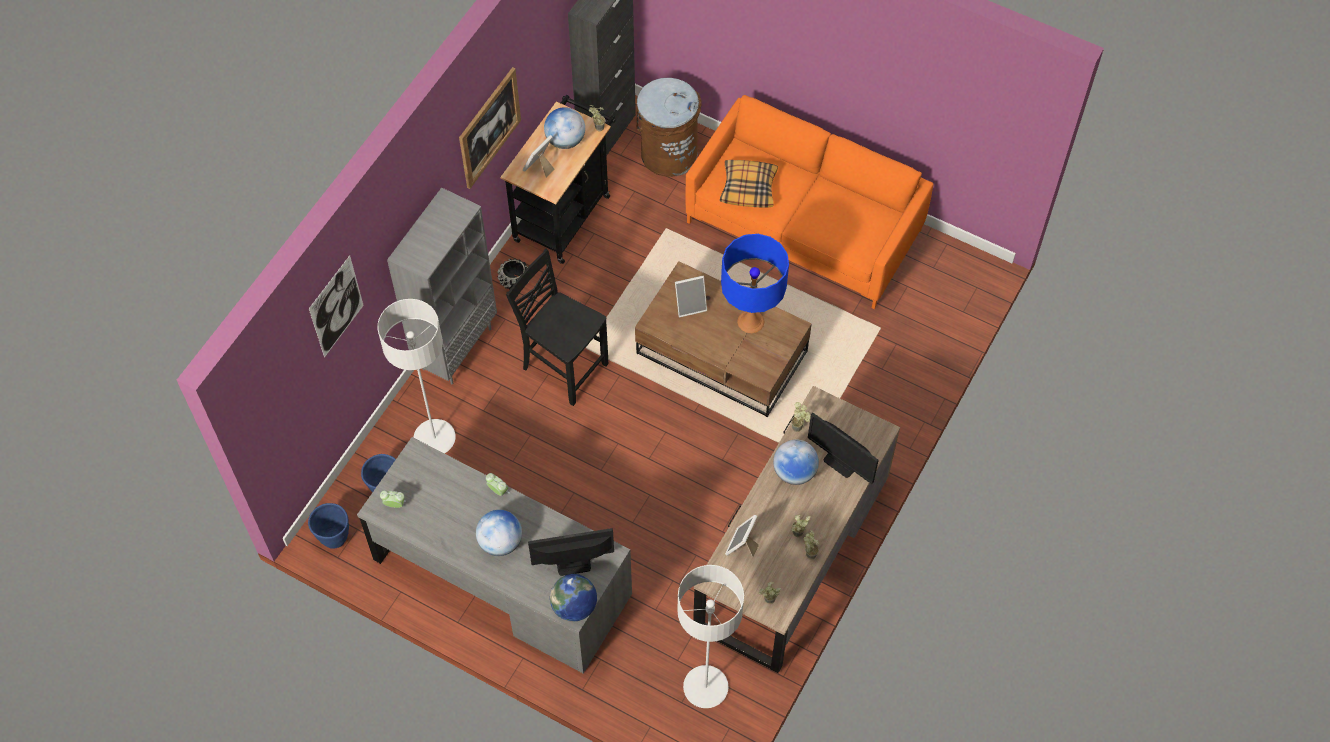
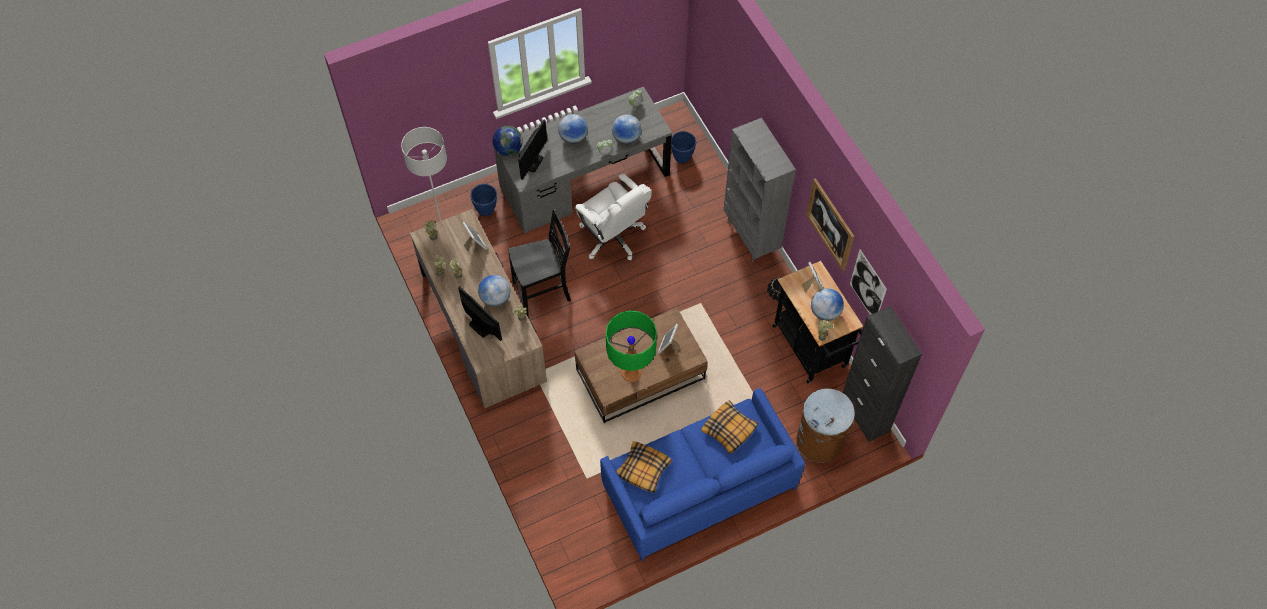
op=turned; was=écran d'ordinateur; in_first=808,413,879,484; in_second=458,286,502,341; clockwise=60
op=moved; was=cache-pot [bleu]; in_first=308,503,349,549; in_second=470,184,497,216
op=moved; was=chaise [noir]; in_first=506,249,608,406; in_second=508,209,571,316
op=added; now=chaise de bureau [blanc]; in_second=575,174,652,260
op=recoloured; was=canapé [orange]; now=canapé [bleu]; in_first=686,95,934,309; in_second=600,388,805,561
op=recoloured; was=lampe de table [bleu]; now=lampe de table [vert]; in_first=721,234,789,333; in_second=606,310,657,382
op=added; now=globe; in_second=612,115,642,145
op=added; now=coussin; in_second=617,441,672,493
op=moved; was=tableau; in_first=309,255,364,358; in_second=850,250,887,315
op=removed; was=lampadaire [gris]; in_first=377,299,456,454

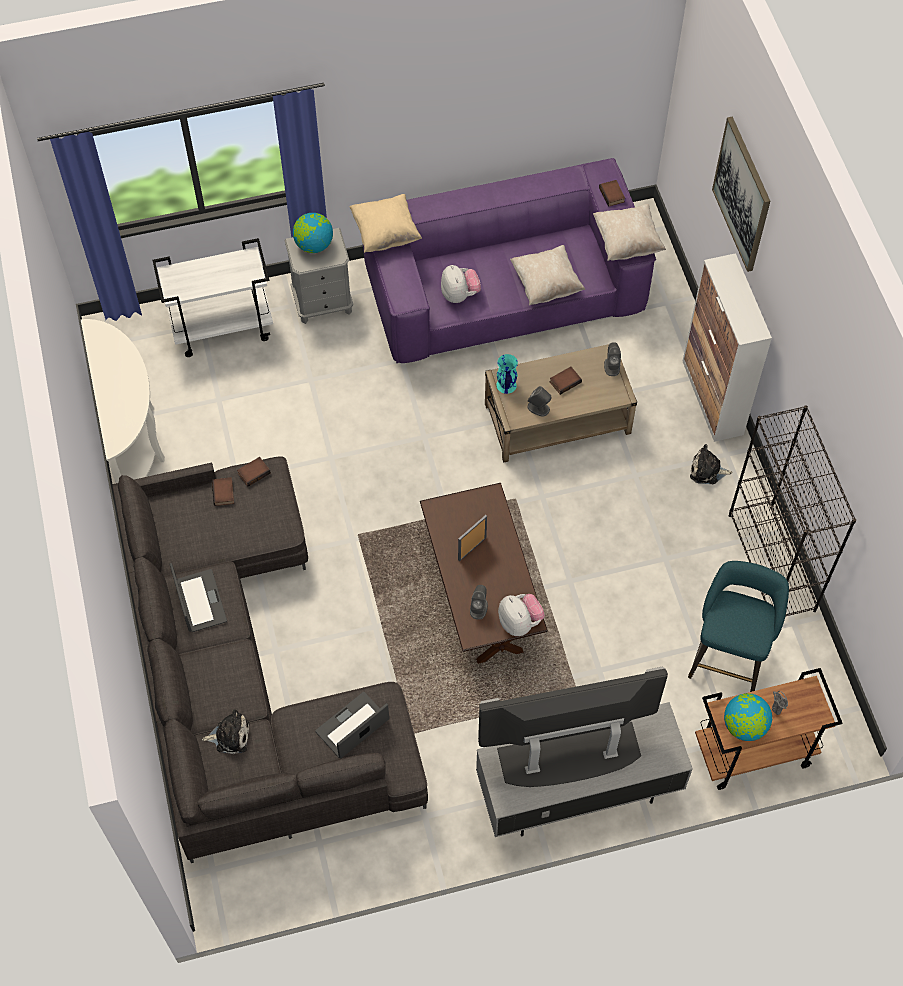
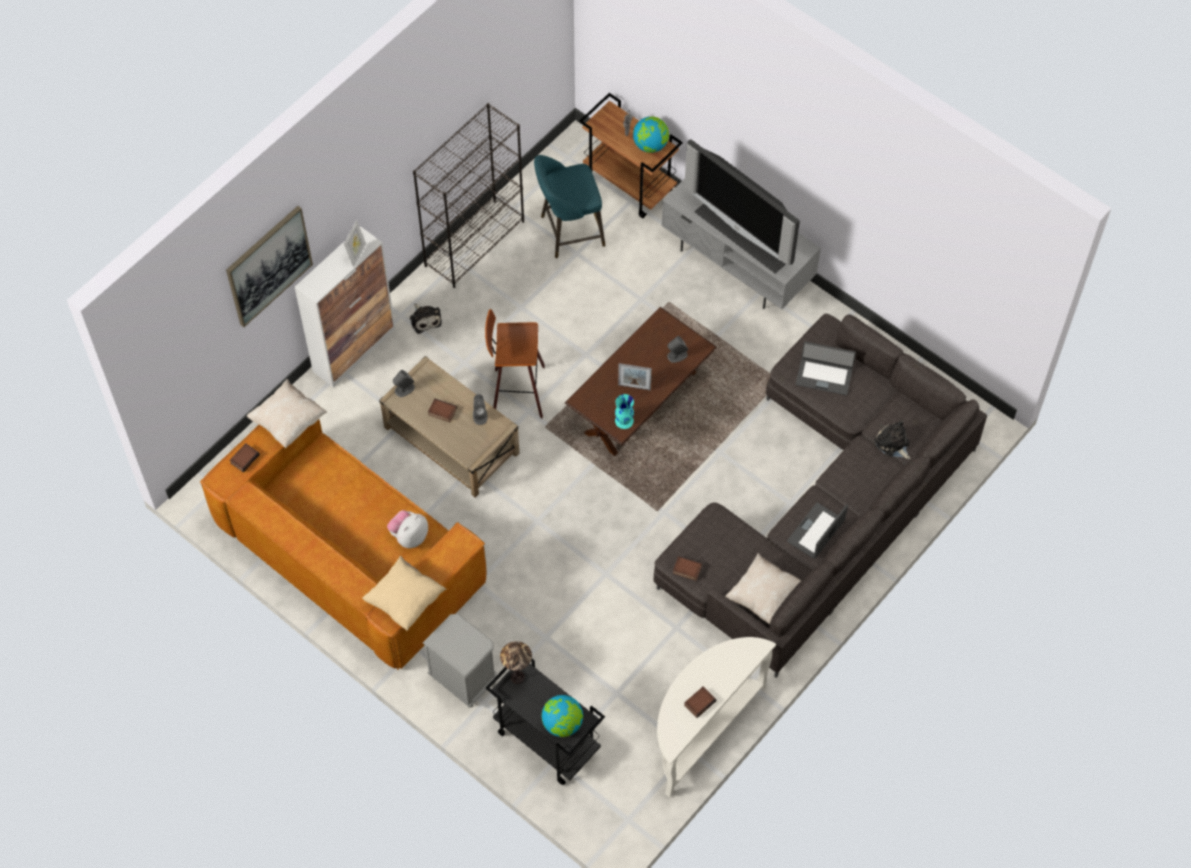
op=recoloured; was=canapé [violet]; now=canapé [marron]; in_first=363,158,656,363; in_second=200,420,486,670
op=added; now=cadre photo; in_second=344,220,366,267
op=added; now=tabouret; in_second=485,309,545,419
op=recoloured; was=chariot [blanc]; now=chariot [noir]; in_first=152,238,273,357; in_second=486,659,605,785
op=added; now=lampe de table; in_second=500,641,532,684
op=moved; was=globe; in_first=293,213,333,253; in_second=541,695,583,737
op=moved; was=vase [turquoise]; in_first=496,354,518,394; in_second=615,394,634,429
op=moved; was=livre; in_first=212,477,234,506; in_second=684,686,717,718
op=moved; was=coussin [beige]; in_first=510,245,585,305; in_second=725,553,801,624
op=removed; was=peluche; in_first=498,594,545,636

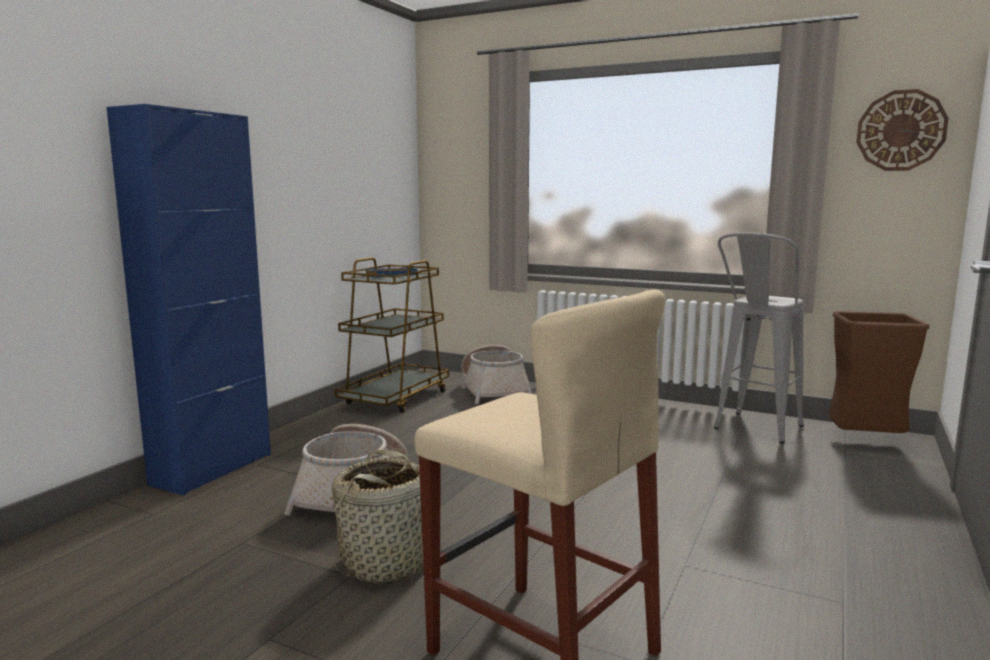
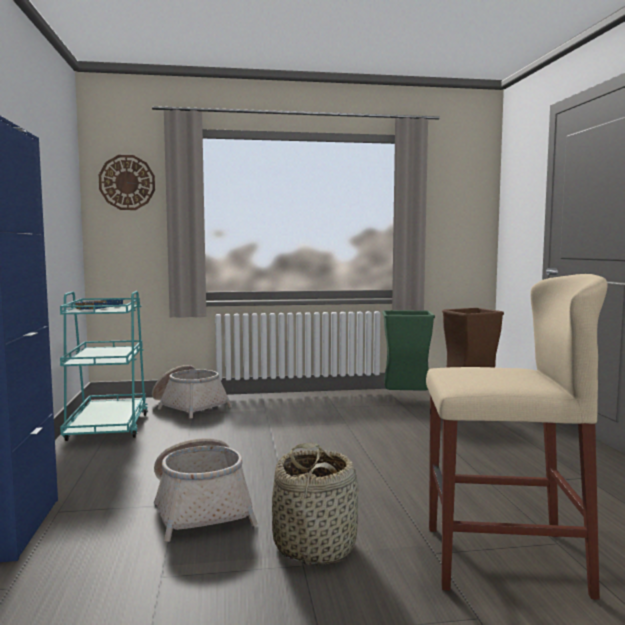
op=recoloured; was=chariot [marron]; now=chariot [turquoise]; in_first=334,257,449,413; in_second=60,291,148,441
op=moved; was=horloge murale; in_first=856,89,949,171; in_second=99,155,155,210
op=replaced; was=tabouret [gris]; now=poubelle [vert]; in_first=714,233,804,444; in_second=382,310,435,391

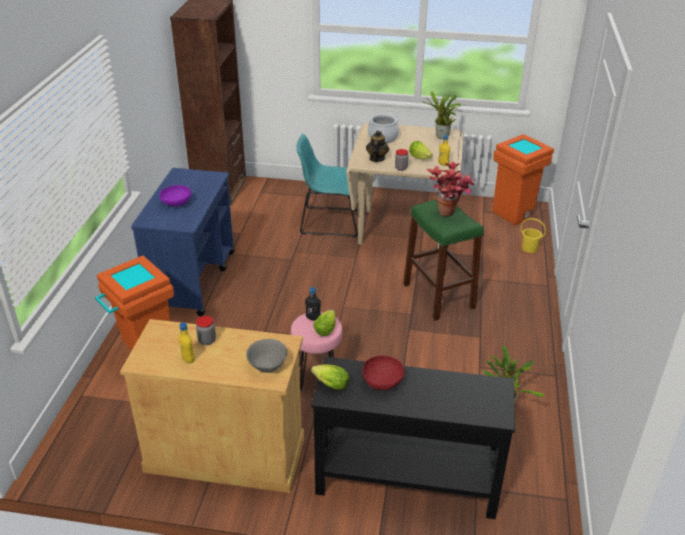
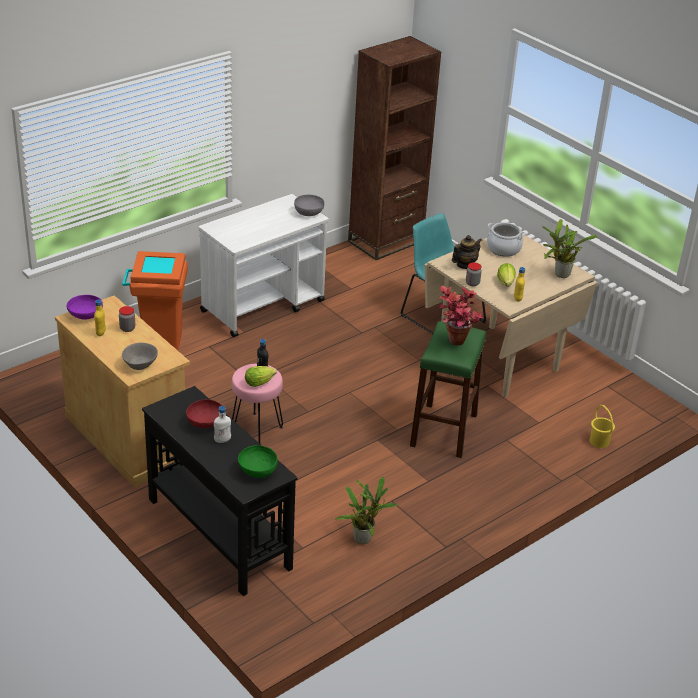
op=moved; was=bol [violet]; in_first=159,185,191,206; in_second=66,295,103,319
op=recoloured; was=chariot [bleu]; now=chariot [blanc]; in_first=131,168,235,316; in_second=199,194,329,337
op=added; now=bouteille [blanc]; in_second=214,406,231,443
op=added; now=bol [vert]; in_second=238,445,278,478
op=added; now=bol [gris]; in_second=294,195,324,216
op=removed; was=laitue; in_first=311,364,349,390
op=removed; was=poubelle [orange]; in_first=492,134,554,225

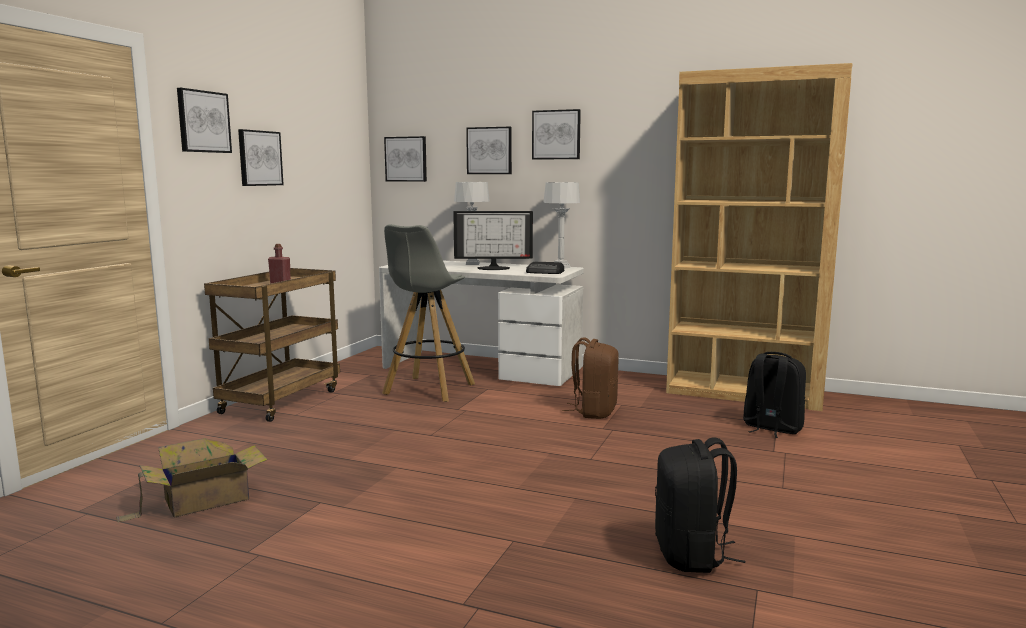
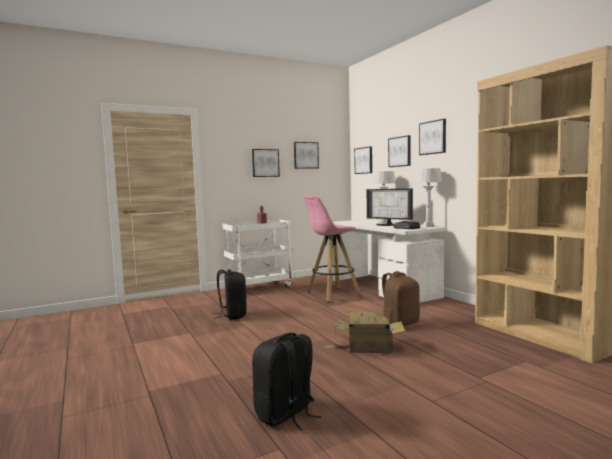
op=moved; was=sac à dos [noir]; in_first=743,352,806,438; in_second=213,269,247,320
op=recoloured; was=chariot [marron]; now=chariot [blanc]; in_first=204,268,340,422; in_second=223,220,295,288
op=moved; was=tableau; in_first=177,88,232,153; in_second=294,142,319,169
op=recoloured; was=tabouret [gris]; now=tabouret [rose]; in_first=382,224,475,402; in_second=304,195,362,302
op=moved; was=carton; in_first=116,438,268,523; in_second=323,311,405,353

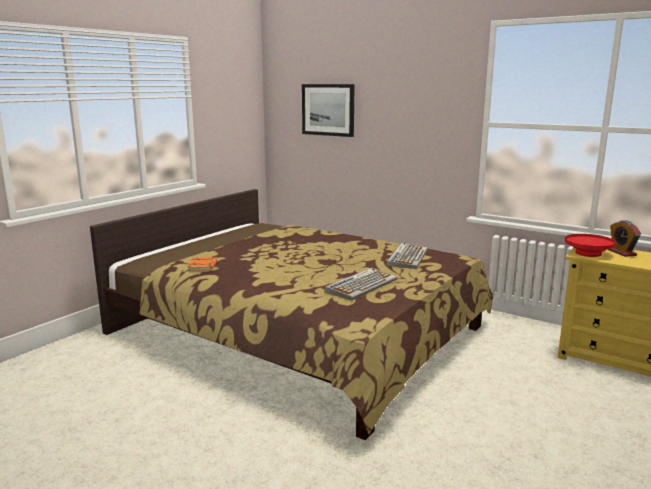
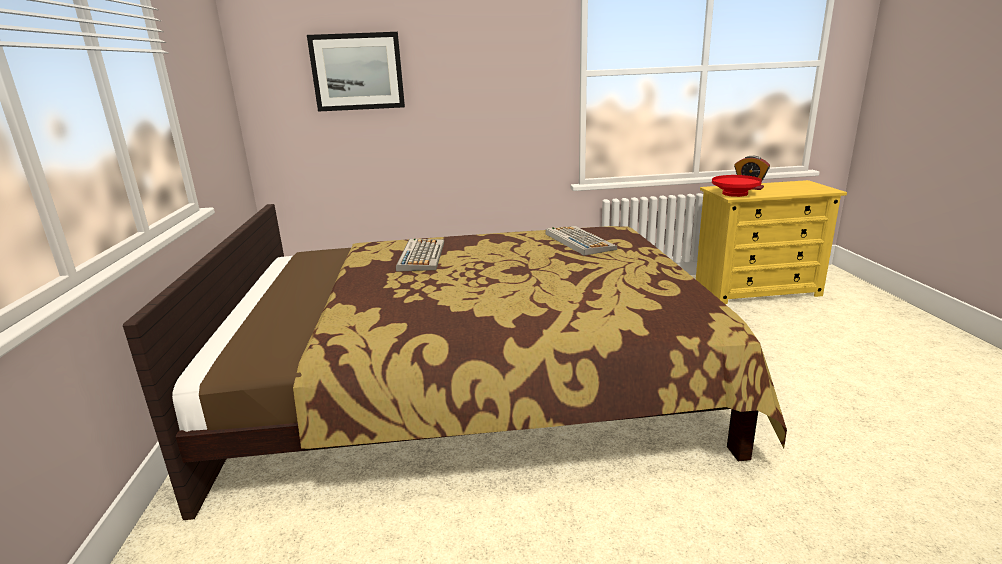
op=moved; was=clavier; in_first=324,268,397,300; in_second=396,239,444,272
op=removed; was=livre [orange]; in_first=187,257,217,271

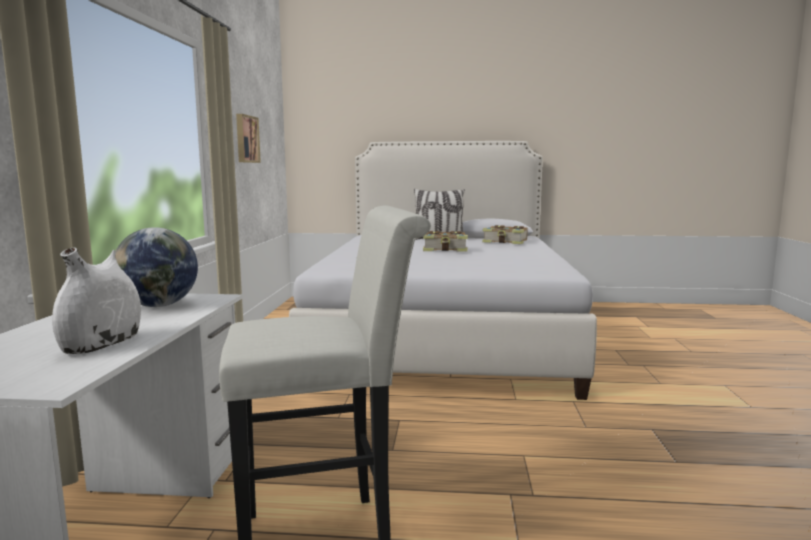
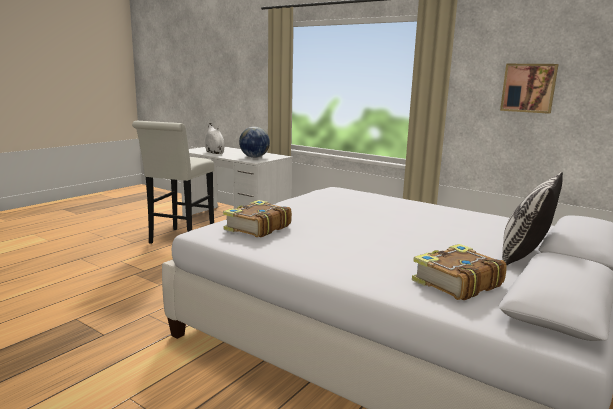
op=moved; was=livre; in_first=423,231,468,251; in_second=223,200,292,237

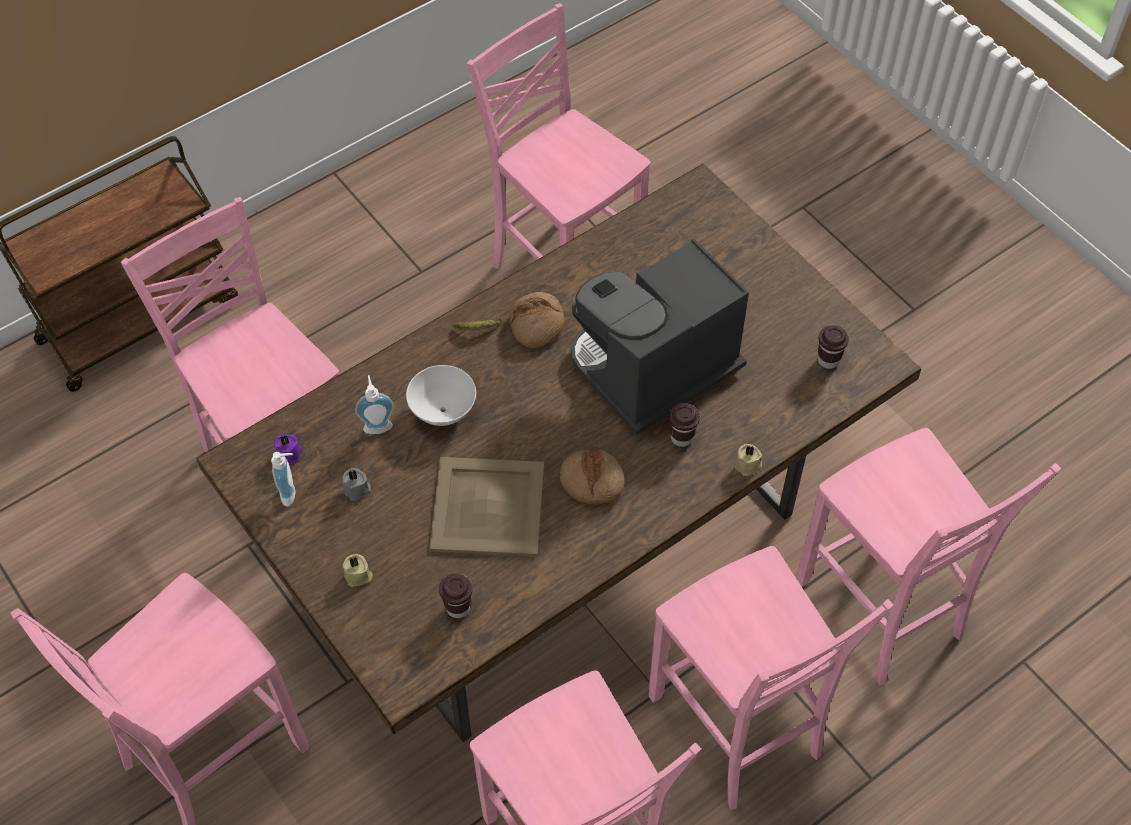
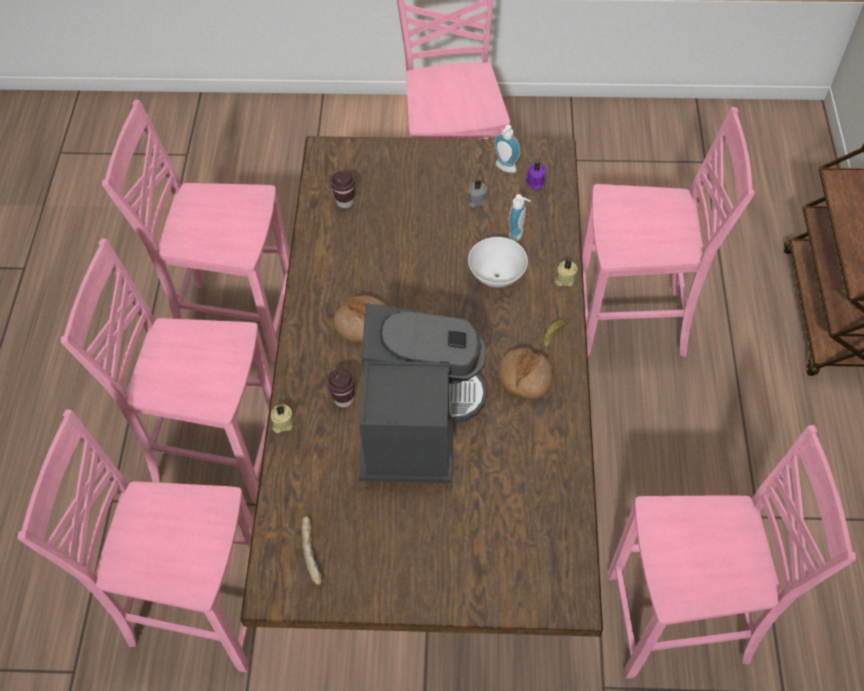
op=replaced; was=tasse [marron]; now=pain; in_first=818,325,849,369; in_second=301,516,322,585
op=moved; was=bougie [beige]; in_first=342,554,373,587; in_second=555,260,577,286
op=removed; was=plateau [beige]; in_first=429,457,544,557

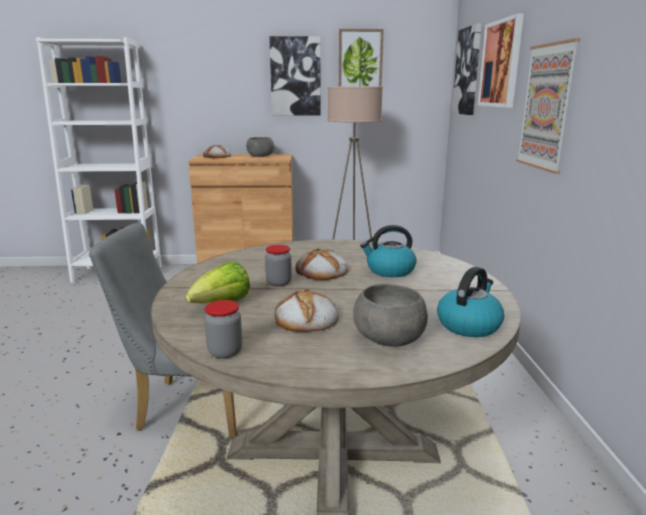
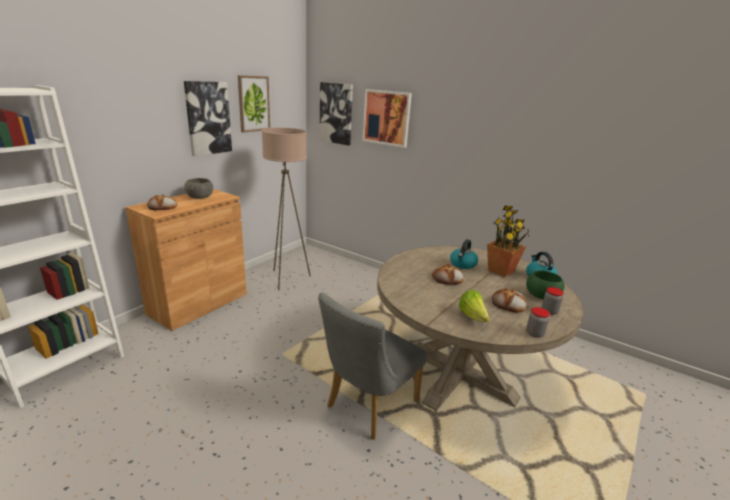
op=added; now=plante en pot; in_second=487,206,529,277
op=recoloured; was=bol [gris]; now=bol [vert]; in_first=353,284,428,347; in_second=526,271,565,299
op=moved; was=bocal; in_first=265,245,292,287; in_second=542,287,564,315
op=removed; was=tableau; in_first=516,38,580,174

